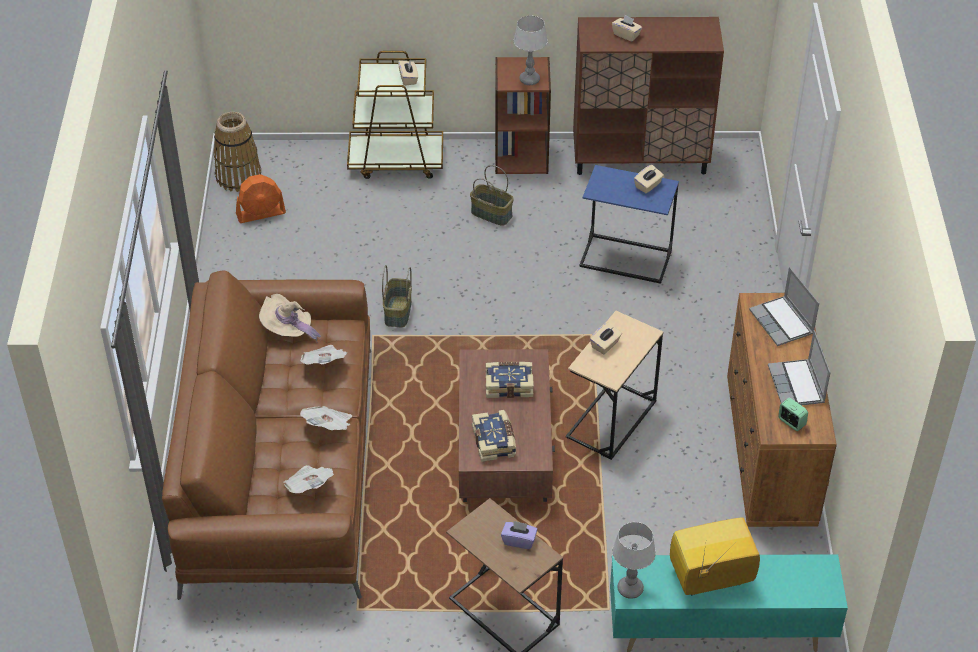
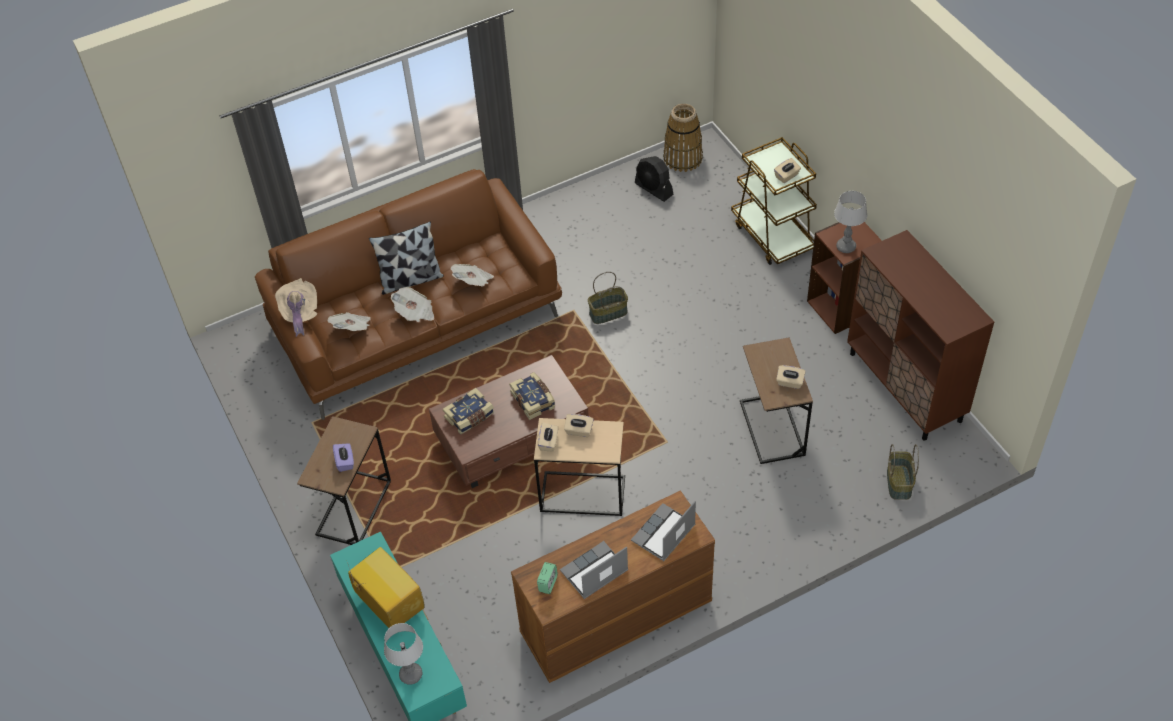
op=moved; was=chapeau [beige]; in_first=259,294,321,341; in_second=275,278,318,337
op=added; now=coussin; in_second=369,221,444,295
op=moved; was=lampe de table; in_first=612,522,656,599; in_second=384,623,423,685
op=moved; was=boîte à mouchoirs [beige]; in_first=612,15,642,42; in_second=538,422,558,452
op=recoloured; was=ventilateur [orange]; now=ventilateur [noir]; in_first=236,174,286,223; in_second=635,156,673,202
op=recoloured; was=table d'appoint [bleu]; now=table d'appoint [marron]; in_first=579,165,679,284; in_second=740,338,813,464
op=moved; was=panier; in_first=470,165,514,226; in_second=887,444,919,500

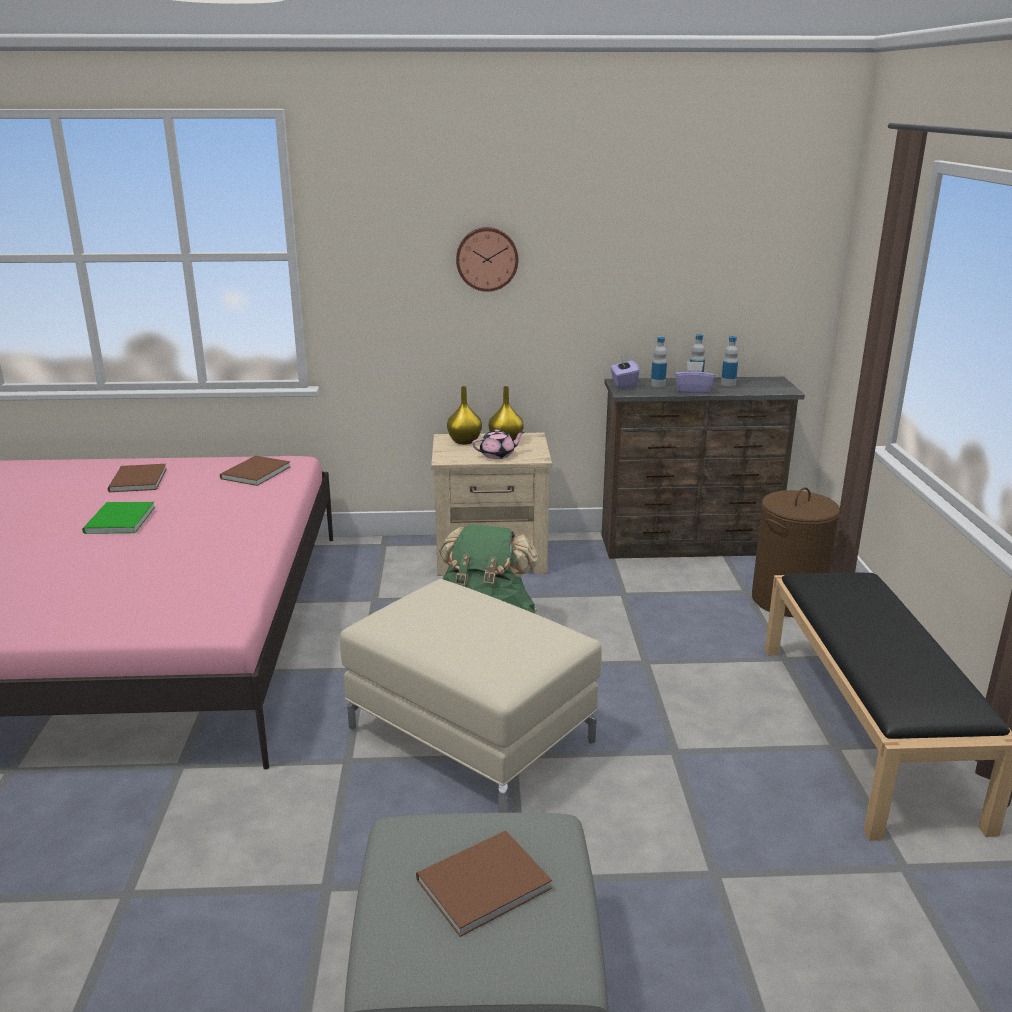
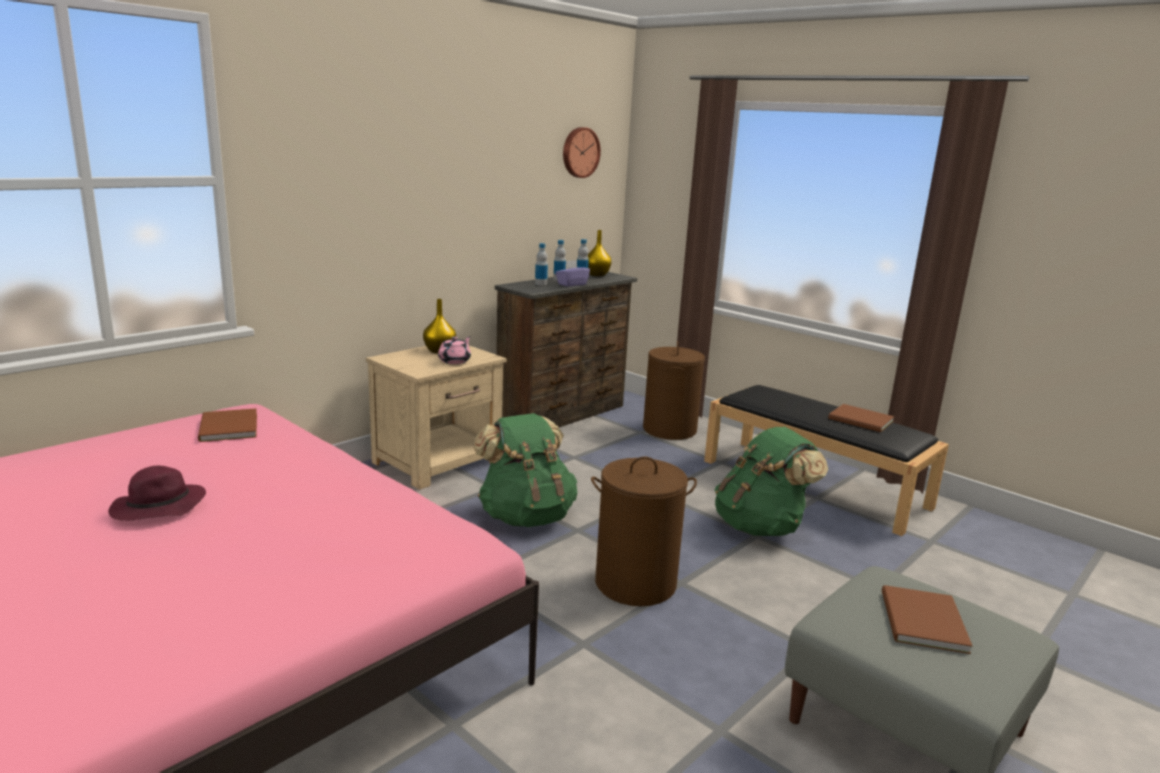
op=replaced; was=livre [vert]; now=chapeau [violet]; in_first=82,502,155,534; in_second=108,466,206,521
op=moved; was=horloge murale; in_first=456,227,518,292; in_second=563,127,601,178
op=moved; was=vase [jaune]; in_first=447,386,482,445; in_second=588,230,612,276
op=replaced; was=pouf [beige]; now=panier à linge [marron]; in_first=340,579,601,813; in_second=591,456,697,606
op=added; now=sac à dos [vert]; in_second=715,427,828,536
op=moved; was=livre [marron]; in_first=108,464,167,492; in_second=828,404,894,432
op=removed; was=boîte à mouchoirs [violet]; in_first=610,357,639,388

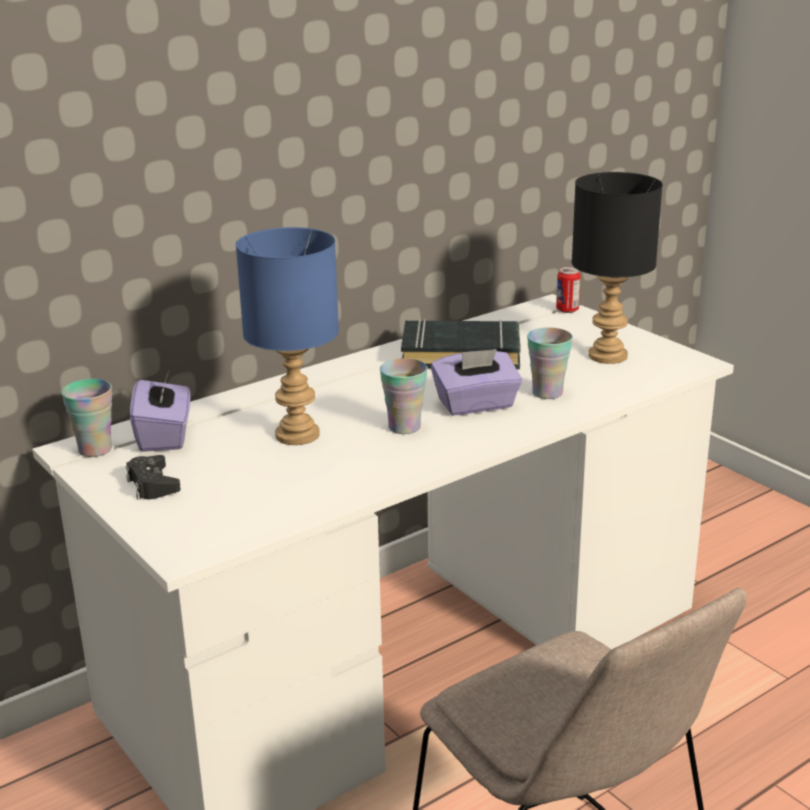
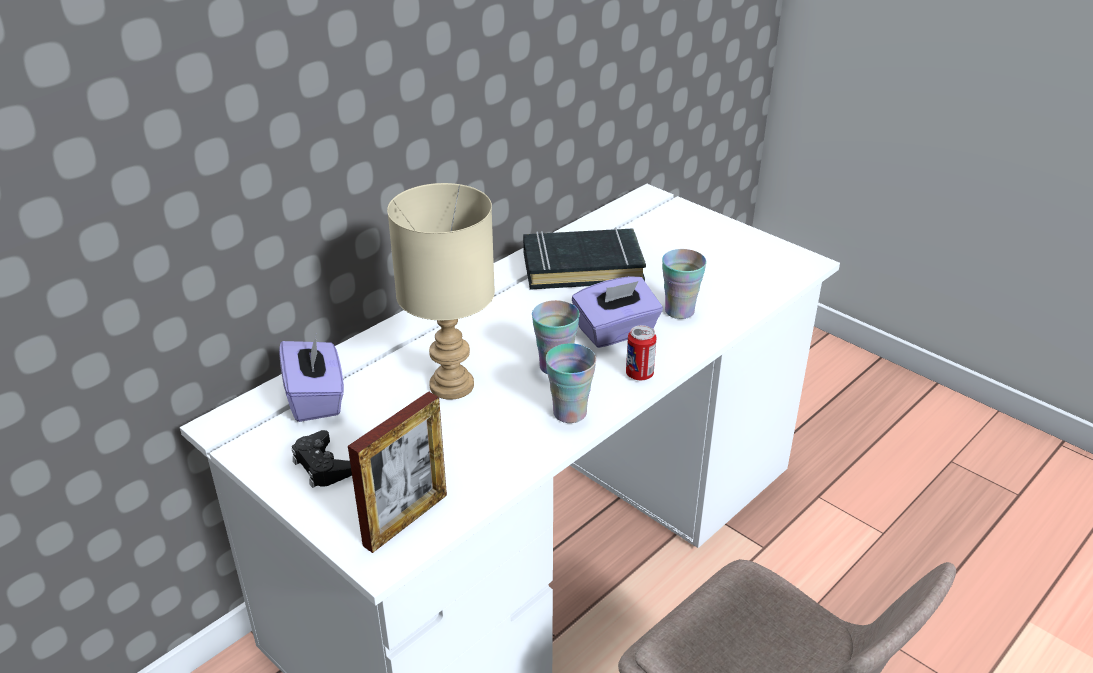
op=added; now=cadre photo; in_second=348,391,447,553
op=recoloured; was=lampe de table [bleu]; now=lampe de table [beige]; in_first=236,227,339,445; in_second=387,183,495,400
op=moved; was=tasse; in_first=61,379,112,457; in_second=545,343,596,423
op=moved; was=boîte métallique; in_first=556,267,581,313; in_second=626,325,657,380
op=removed; was=lampe de table [noir]; in_first=572,172,663,364

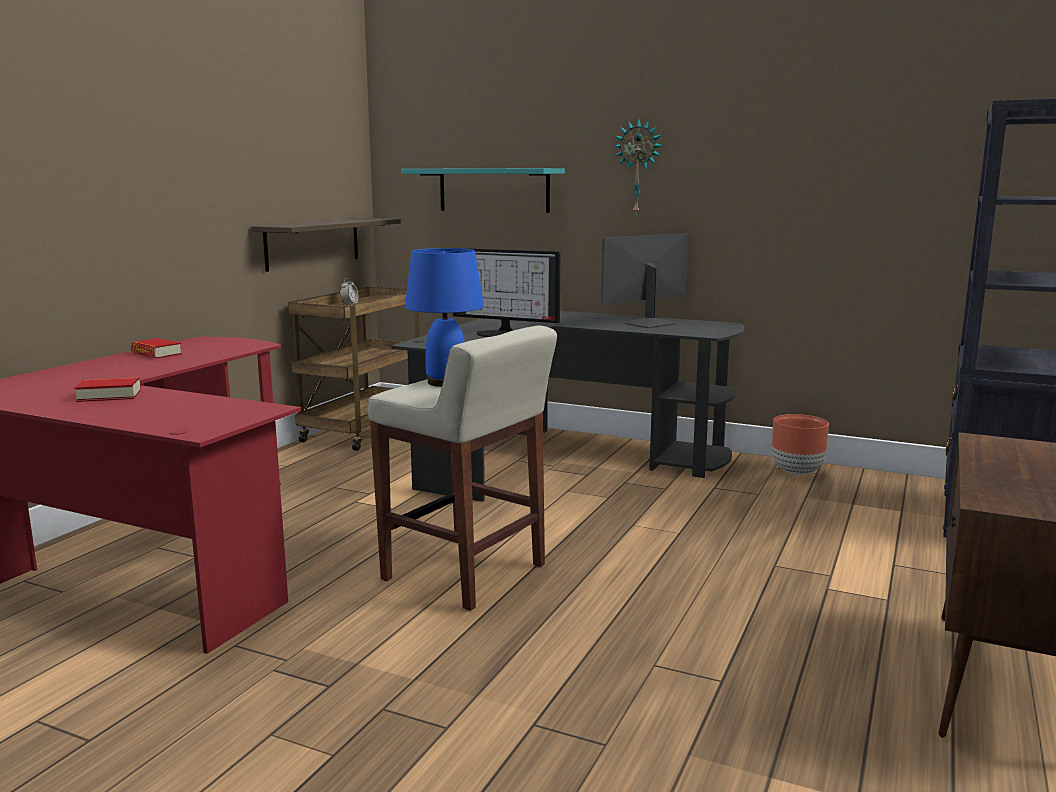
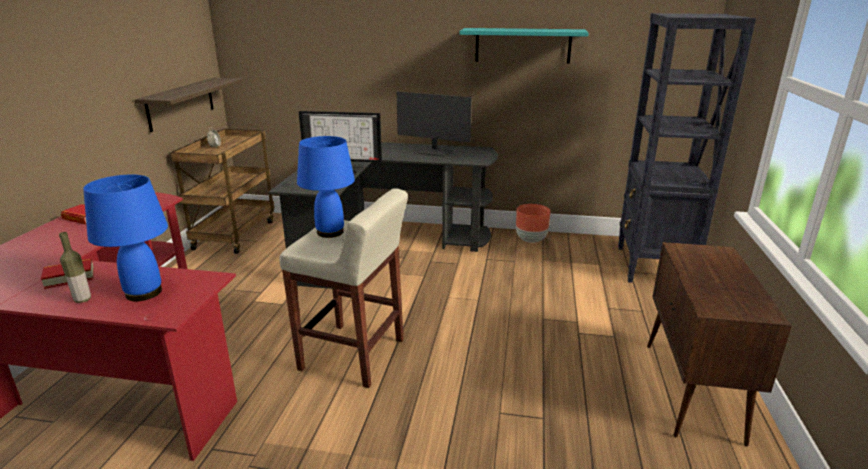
op=added; now=bouteille; in_second=59,232,91,303
op=added; now=lampe de table [bleu]; in_second=83,174,168,301
op=turned; was=écran d'ordinateur; in_first=601,233,689,328; in_second=397,92,472,157; clockwise=-105
op=moved; was=étagère [turquoise]; in_first=401,168,565,213; in_second=459,28,589,64
op=removed; was=horloge murale; in_first=614,119,663,214

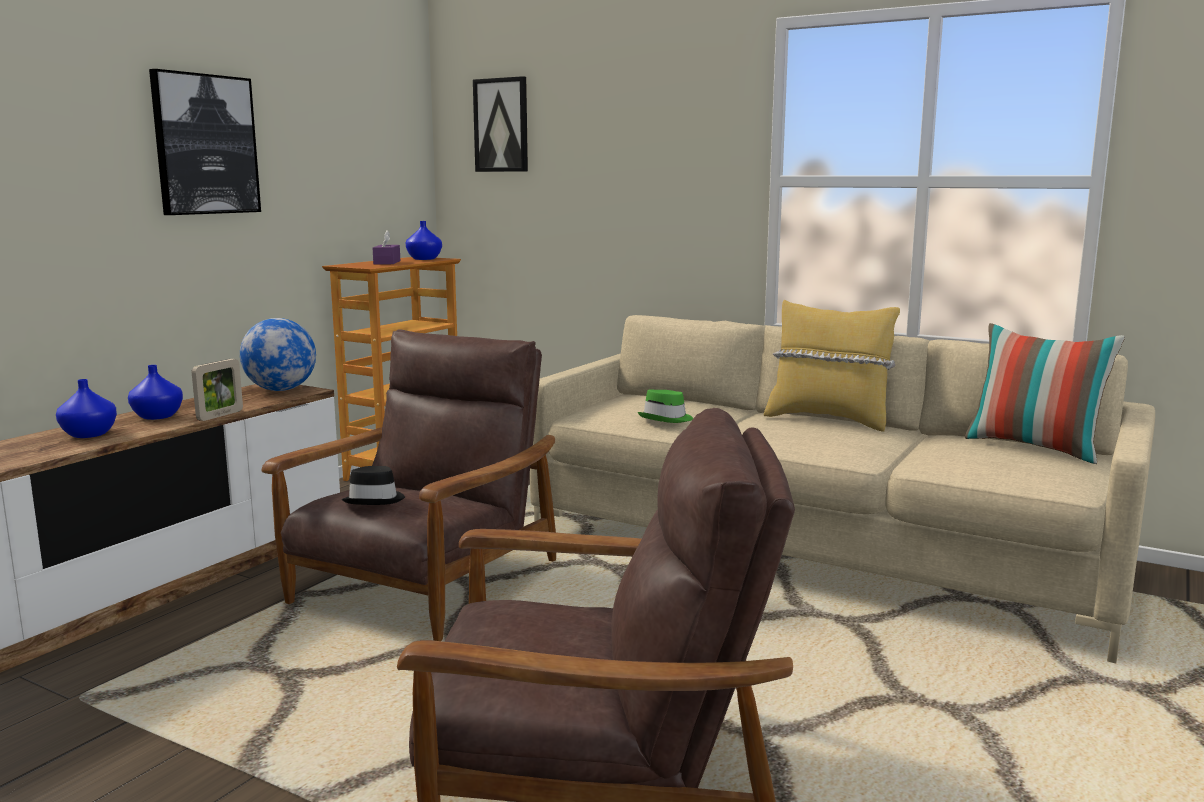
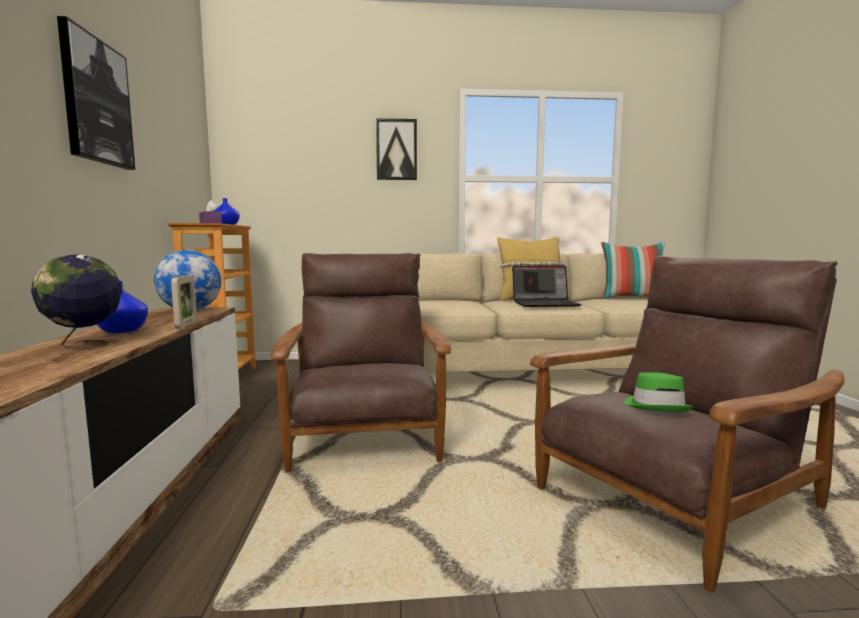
op=replaced; was=vase [bleu]; now=globe; in_first=56,379,117,438; in_second=31,254,122,350
op=moved; was=tableau; in_first=473,76,528,172; in_second=376,118,417,180
op=added; now=ordinateur portable; in_second=512,266,582,307
op=moved; was=chapeau [vert]; in_first=638,390,693,423; in_second=624,372,693,412
op=removed; was=chapeau [noir]; in_first=341,466,405,505

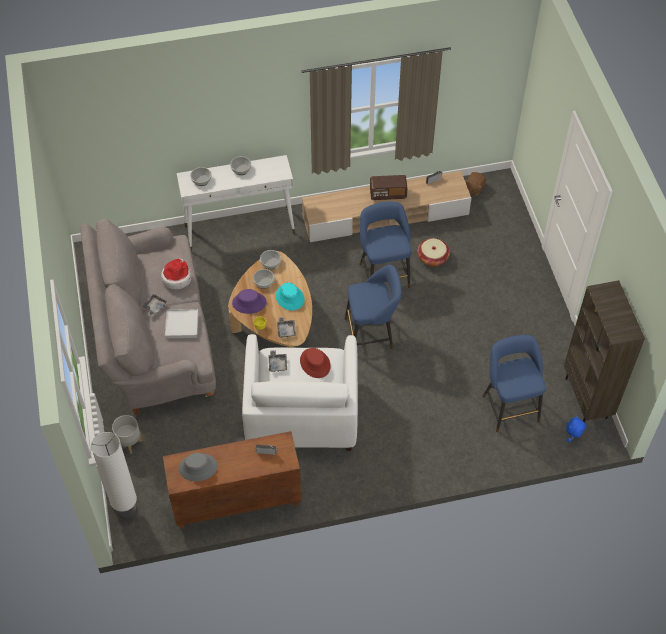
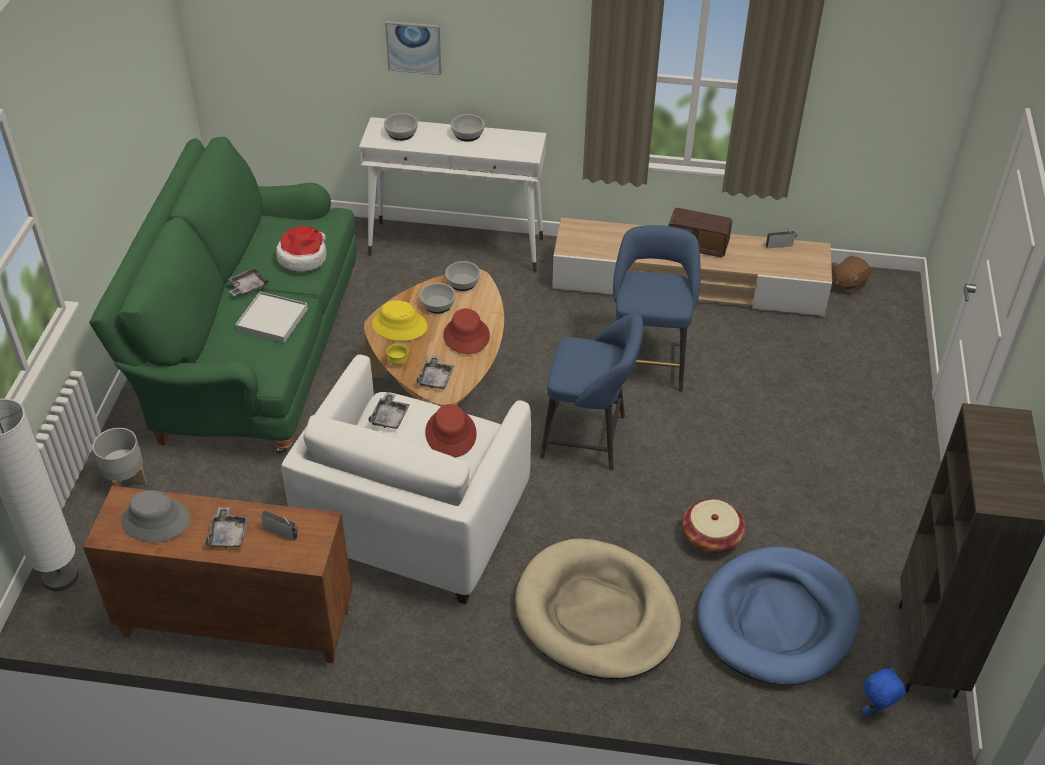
op=recoloured; was=canapé [gris]; now=canapé [vert]; in_first=80,219,216,415; in_second=89,137,357,454
op=added; now=plateau [gris]; in_second=205,507,249,549
op=recoloured; was=chapeau [violet]; now=chapeau [jaune]; in_first=232,289,267,314; in_second=372,300,428,341
op=added; now=tableau; in_second=385,21,441,75
op=recoloured; was=chapeau [turquoise]; now=chapeau [rouge]; in_first=276,282,305,310; in_second=443,308,490,354
op=added; now=panier pour chien [beige]; in_second=515,539,681,680
op=moved; was=panier; in_first=417,238,450,267; in_second=682,499,745,554
op=replaced; was=tabouret [bleu]; now=panier pour chien [bleu]; in_first=483,335,546,432; in_second=698,546,860,685

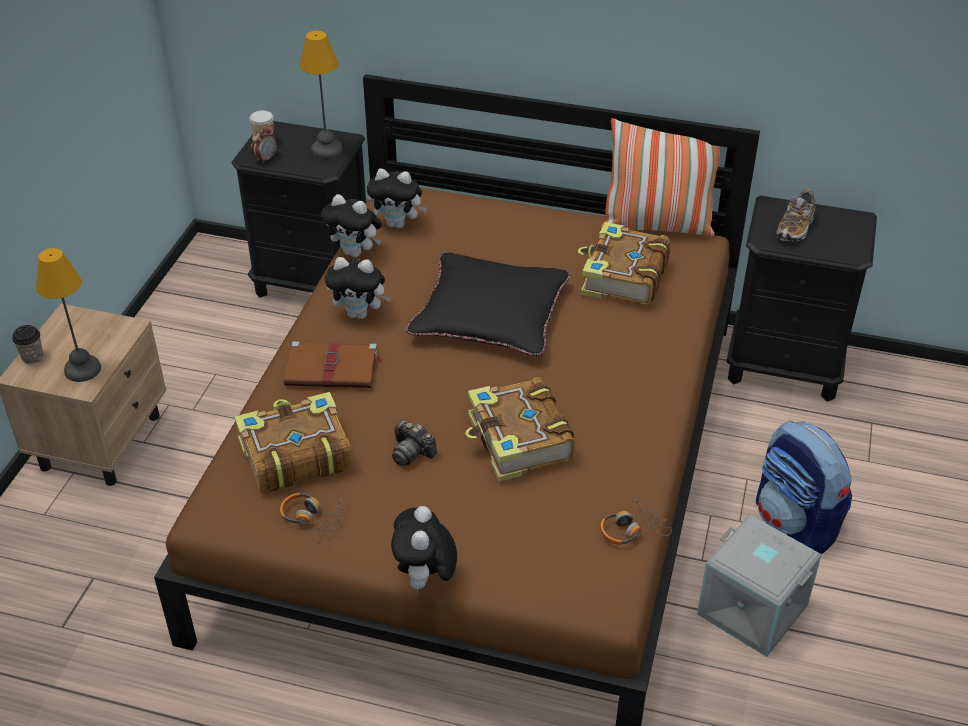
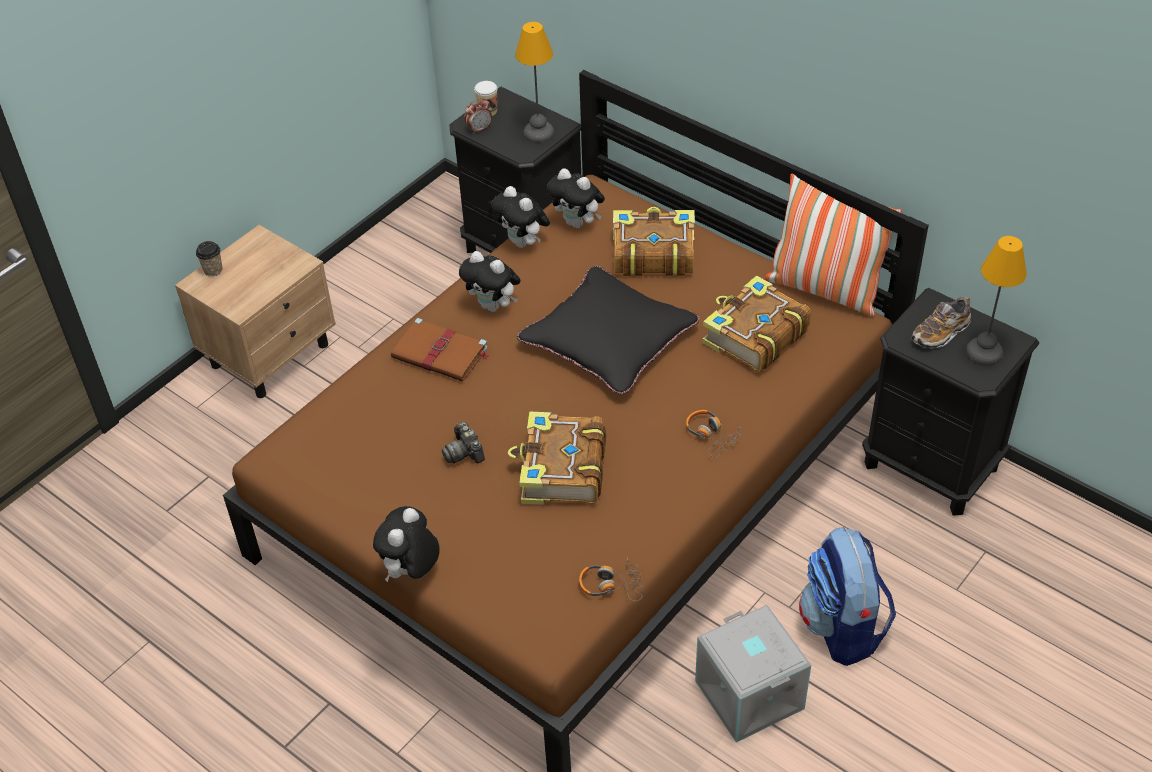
op=moved; was=livre; in_first=234,392,352,492; in_second=613,207,695,276
op=moved; was=casque audio; in_first=280,493,345,541; in_second=686,410,741,457
op=moved; was=lampe de table; in_first=36,248,101,382; in_second=966,236,1027,366

